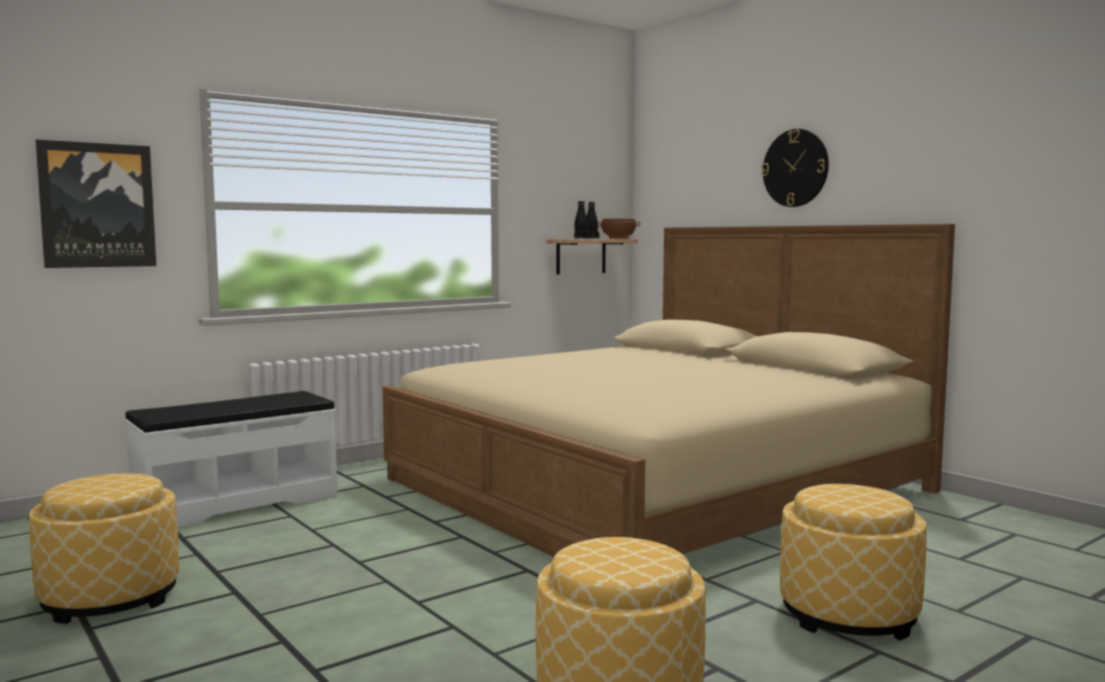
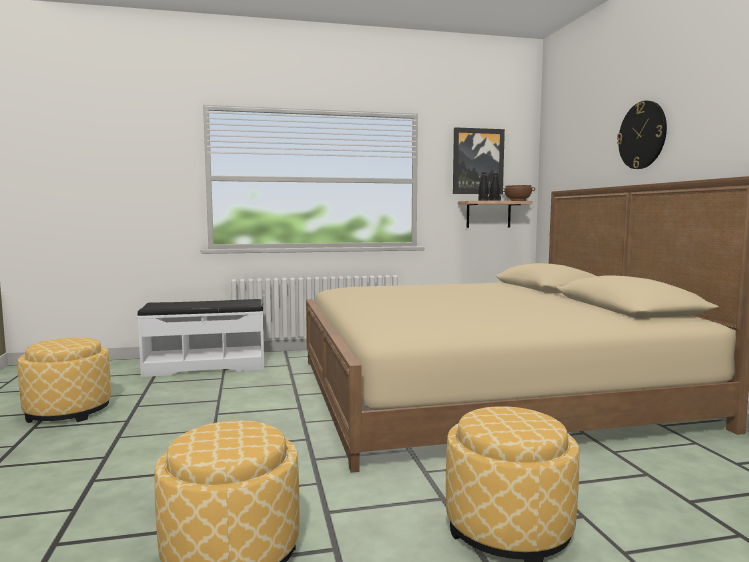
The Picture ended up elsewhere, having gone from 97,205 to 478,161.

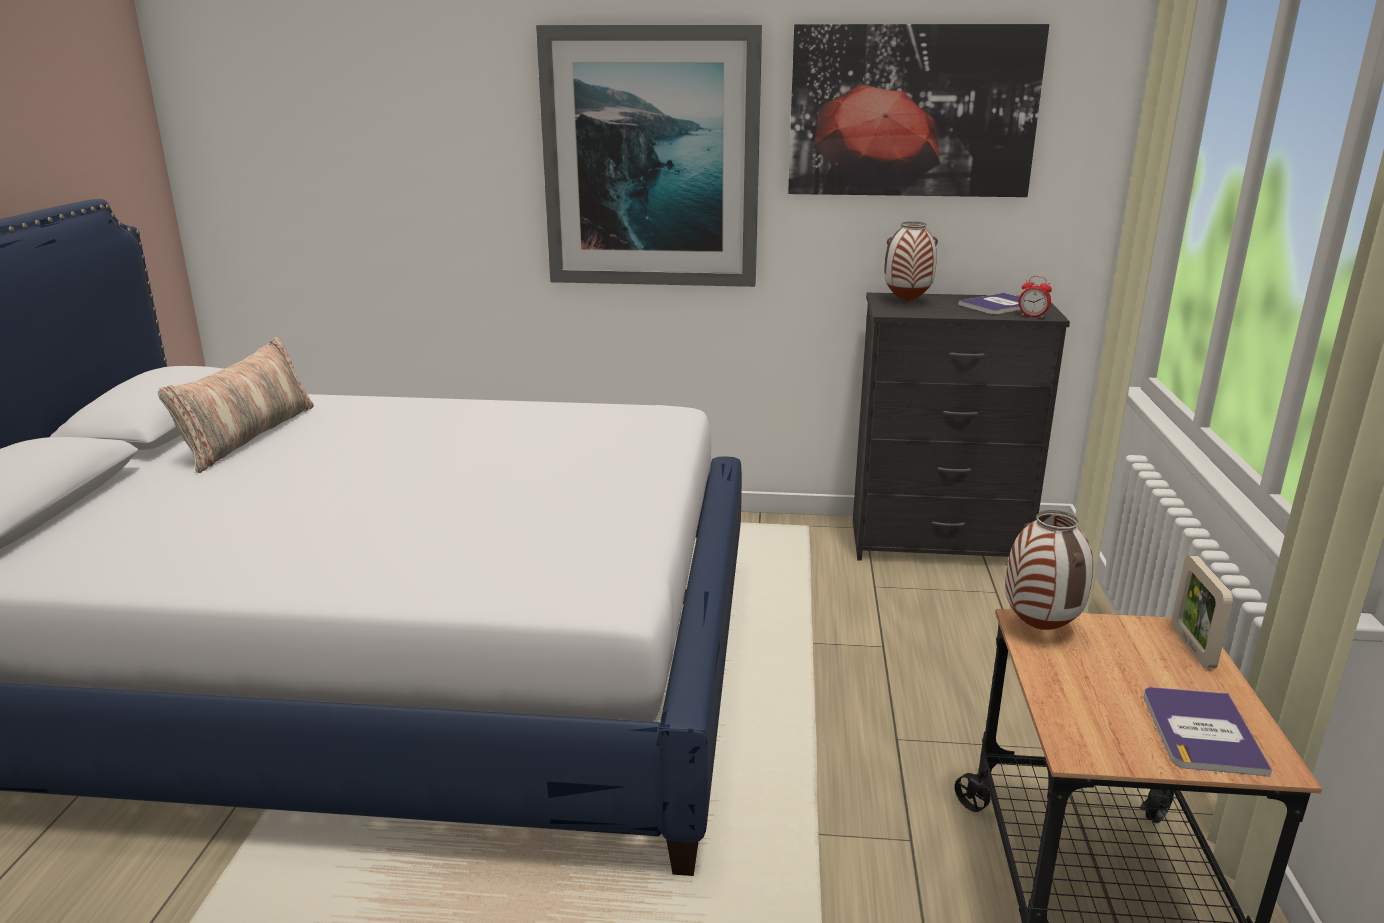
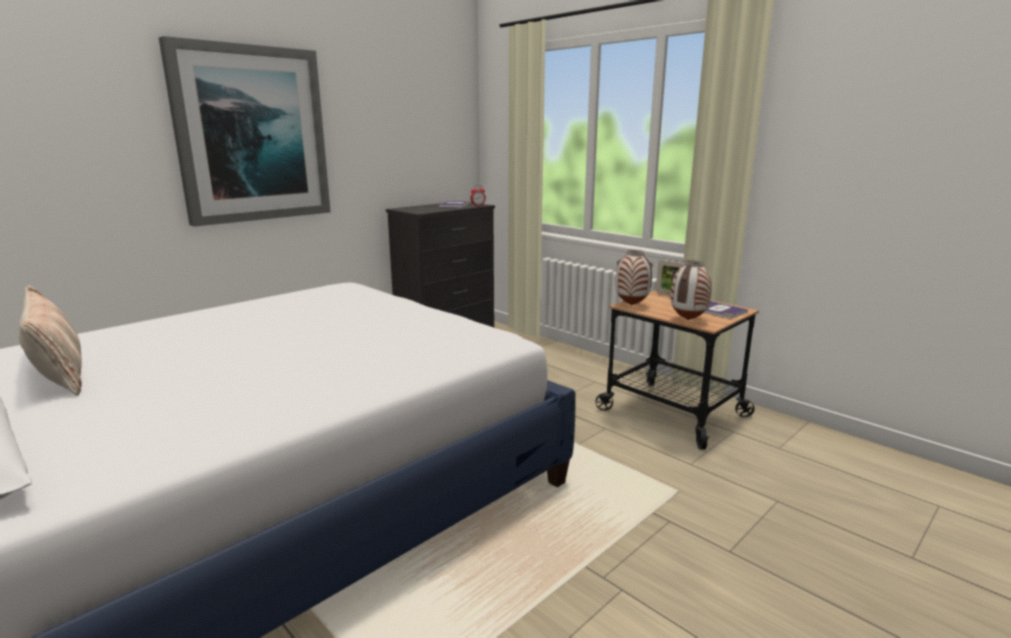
The Vase ended up elsewhere, having gone from 906,302 to 688,320. The second view lost the Picture at 912,111.

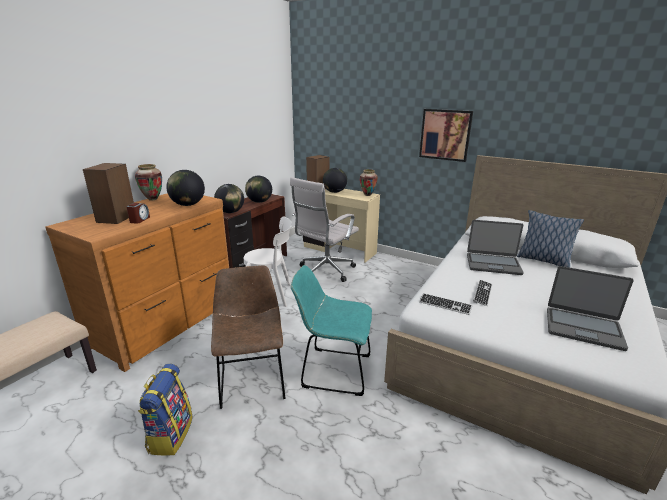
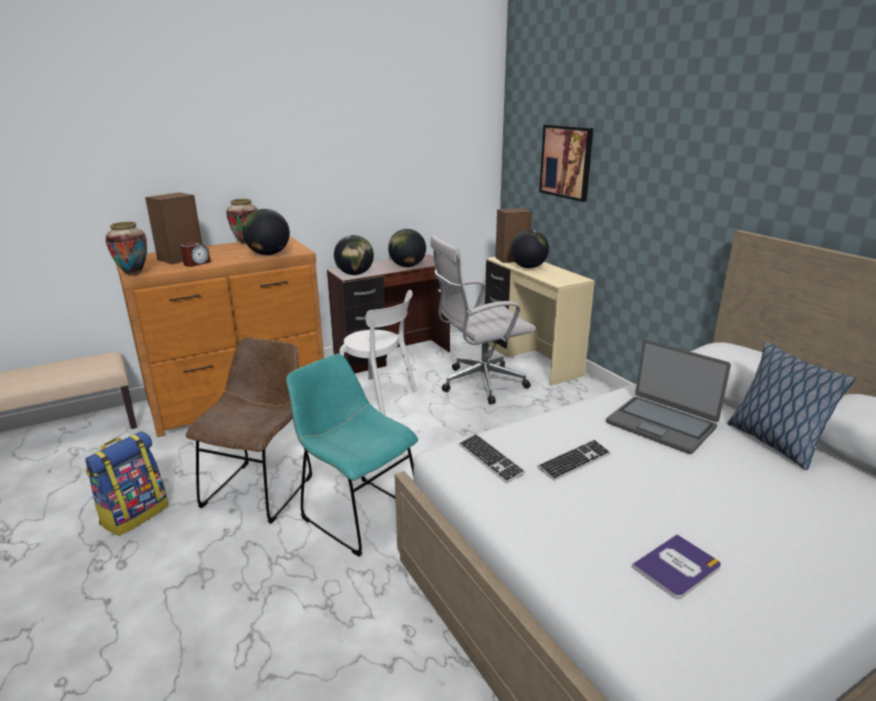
The Vase ended up elsewhere, having gone from 368,195 to 133,274. The Picture ended up elsewhere, having gone from 445,134 to 566,162. Where the NotebookComputer stood at 583,328, the Book came to stand at 677,567.

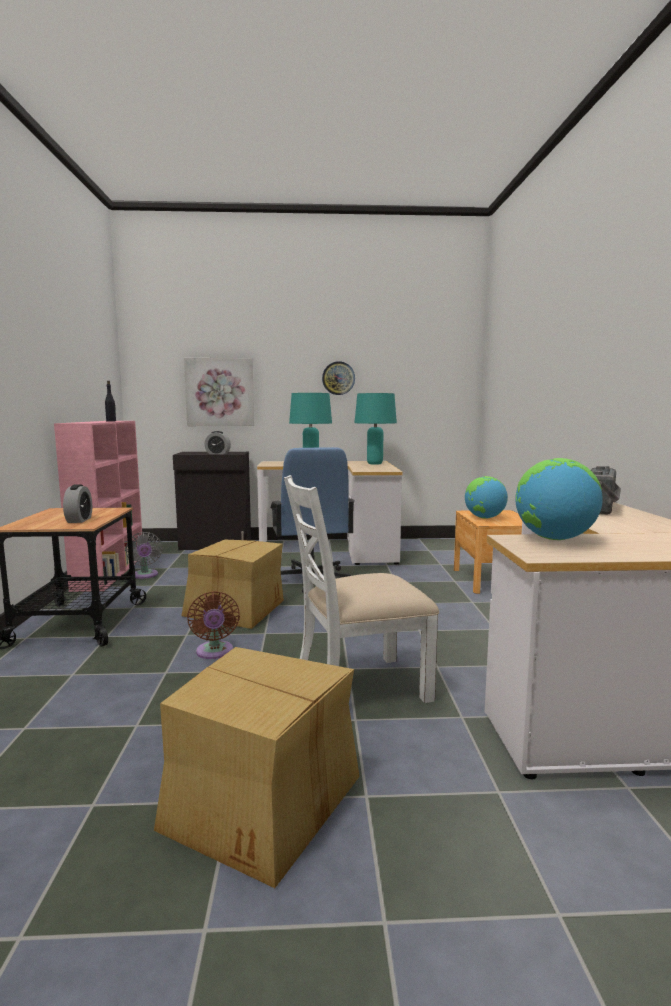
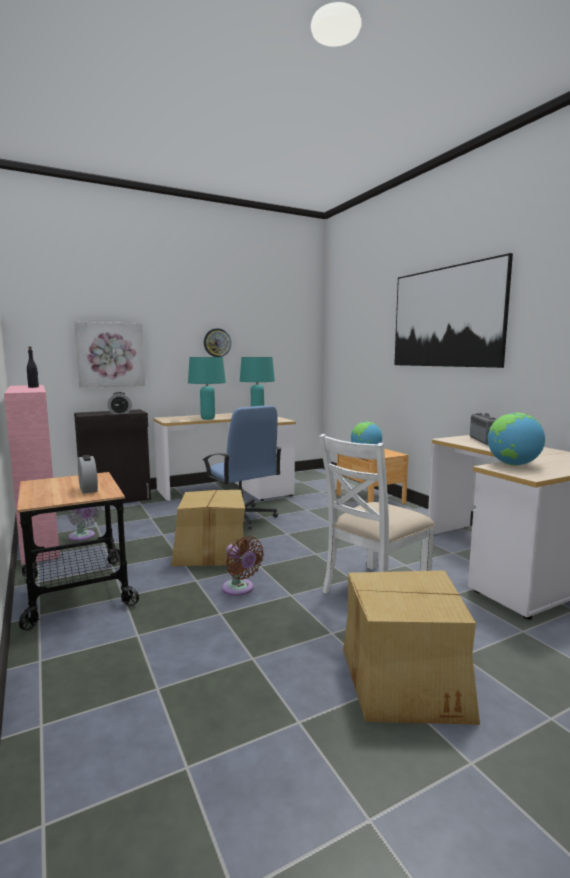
The second view gained the Picture at 445,317.

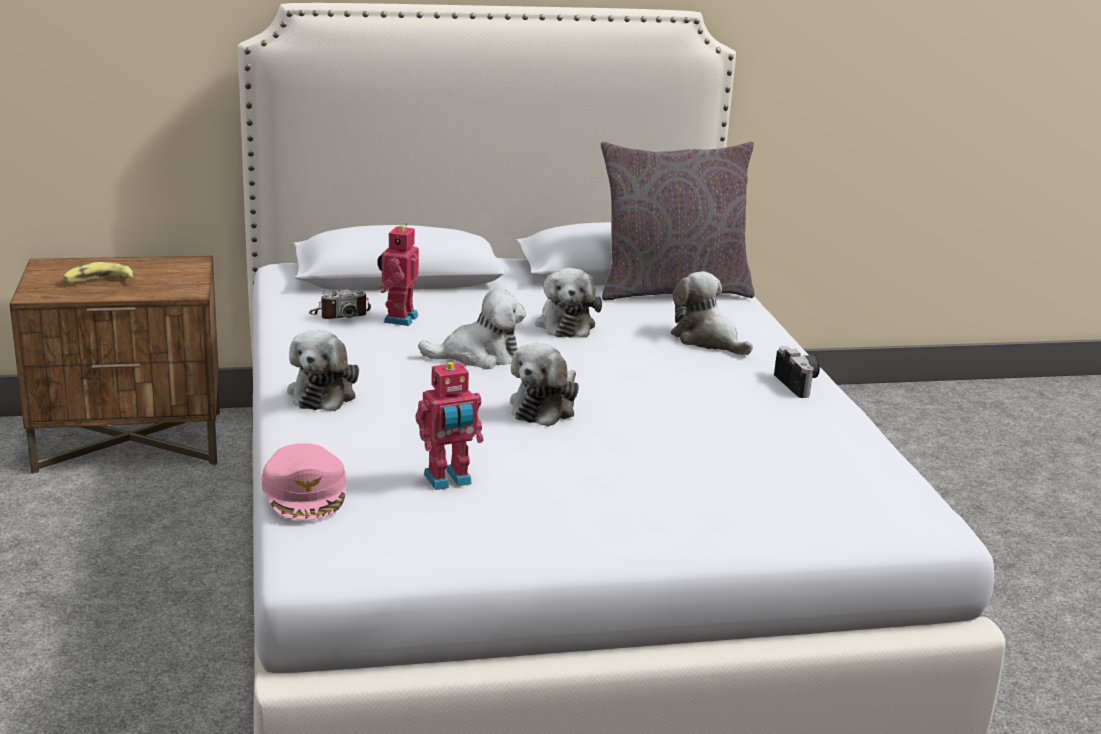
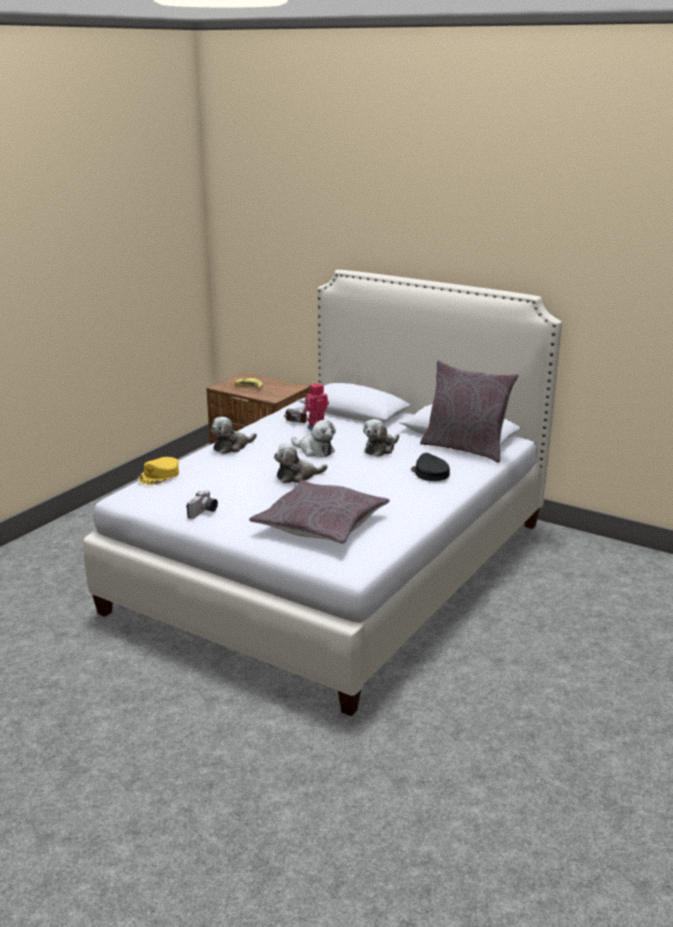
What was the PinkColouredBaseballCap at 306,492 turned into the YellowishBaseballCap at 159,475. The PhotoCamera ended up elsewhere, having gone from 800,384 to 204,512. The second view gained the GrayThrowPillow at 320,524. Where the PlushToy stood at 707,340, the BlackBaseballCap came to stand at 430,473. The second view lost the ModelRobot at 448,480.

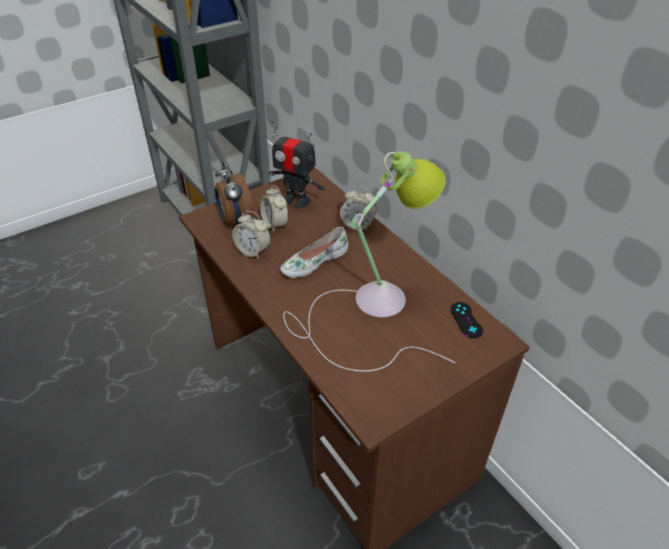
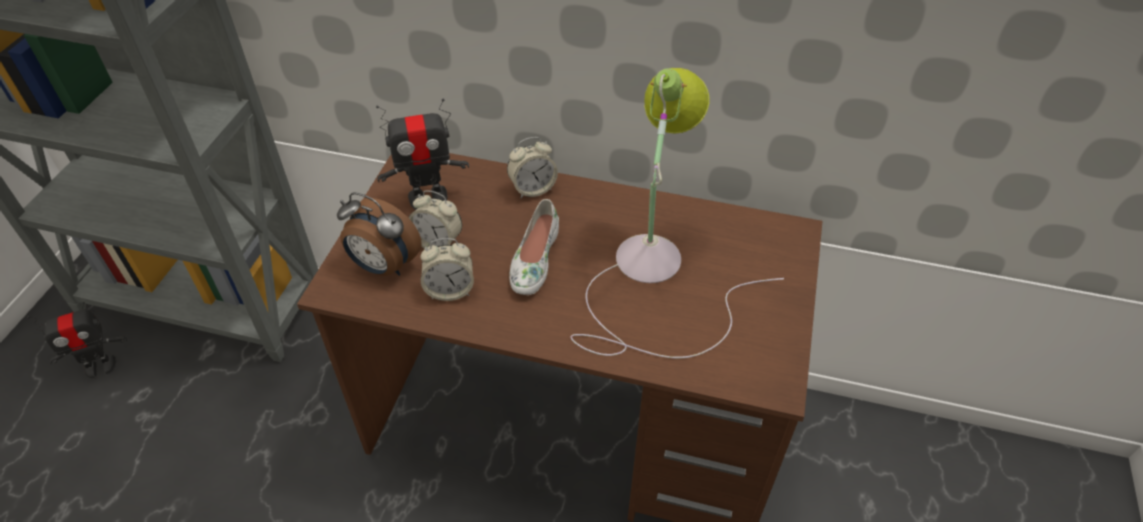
The second view gained the ModelRobot at 100,366. The second view lost the BlackGamepad at 466,320.

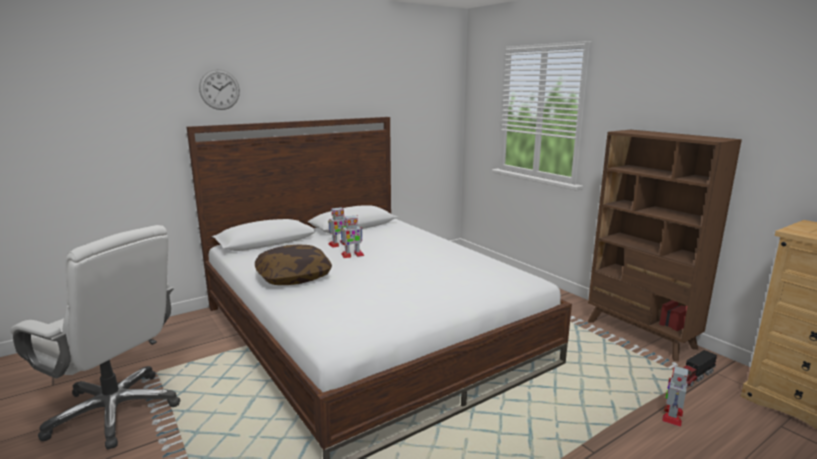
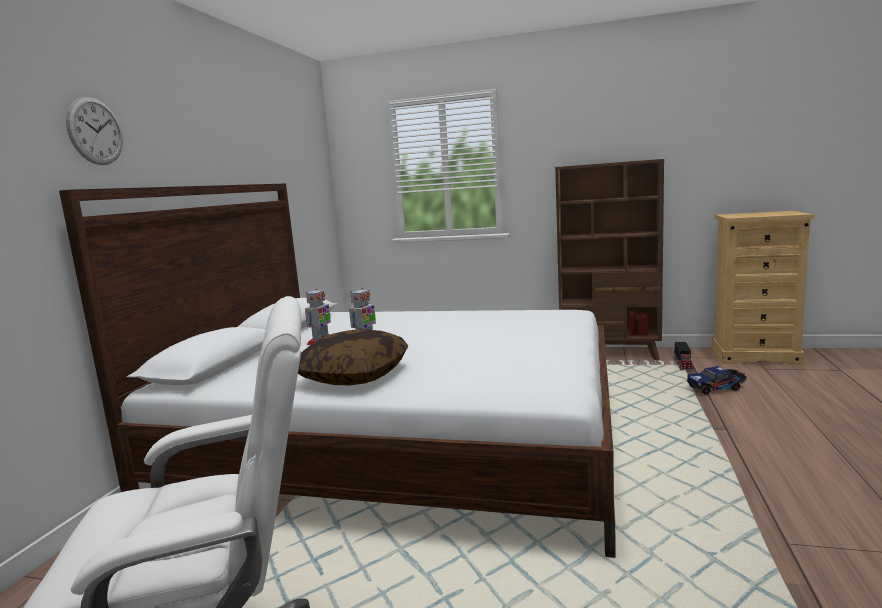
Where the ModelRobot stood at 672,416, the ToyLorry came to stand at 717,388.

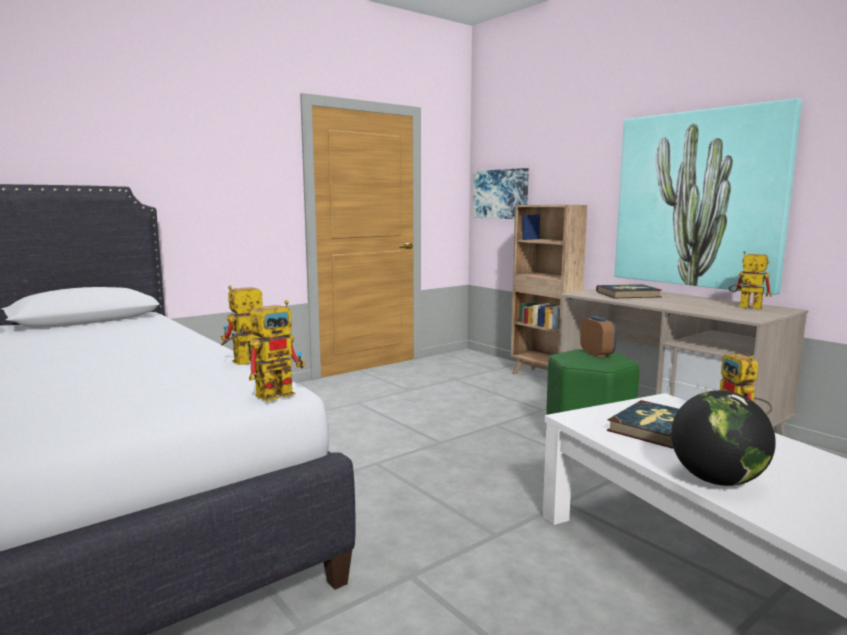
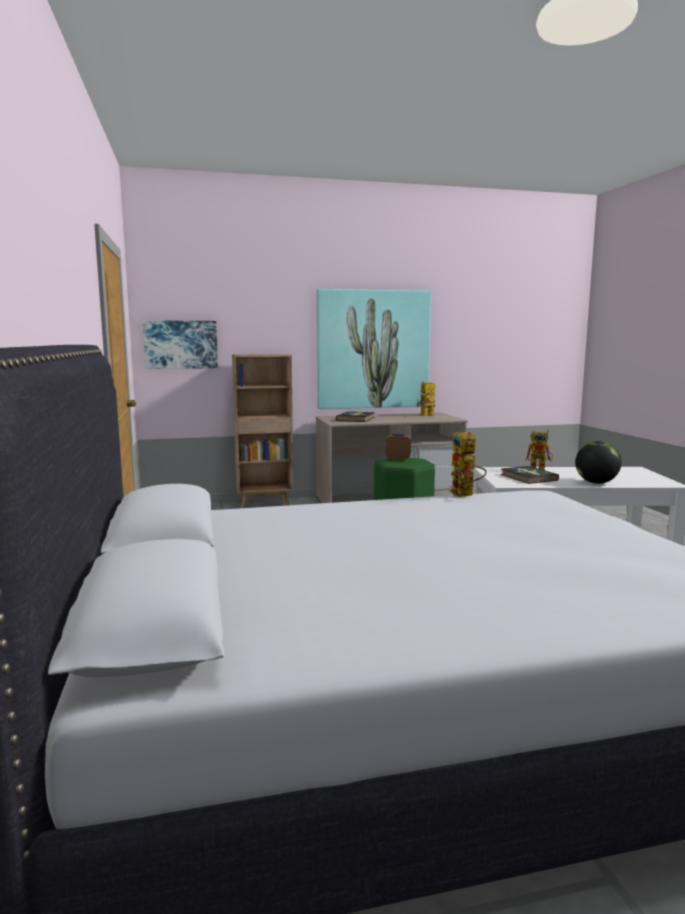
The second view lost the ModelRobot at 280,392.

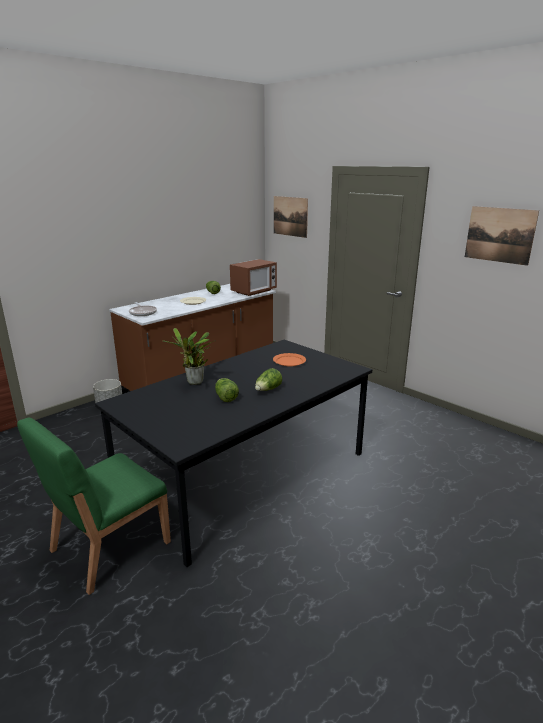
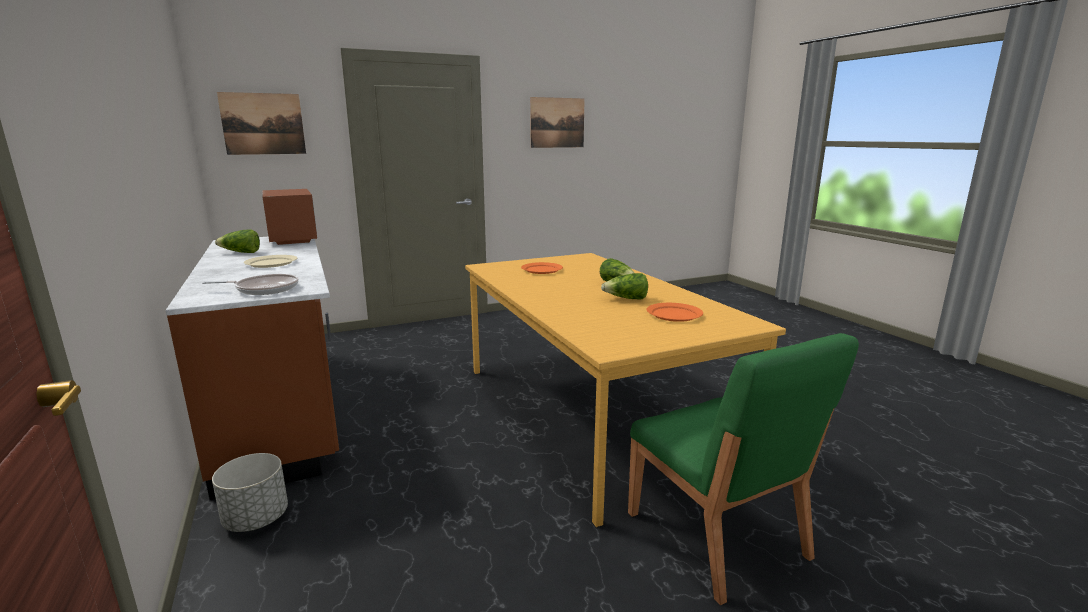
What was the BlackDinnerTable at 246,475 turned into the OrangeyDinnerTable at 592,414. The second view gained the OrangeyFlatDish at 674,314. The second view lost the Houseplant at 194,383.

